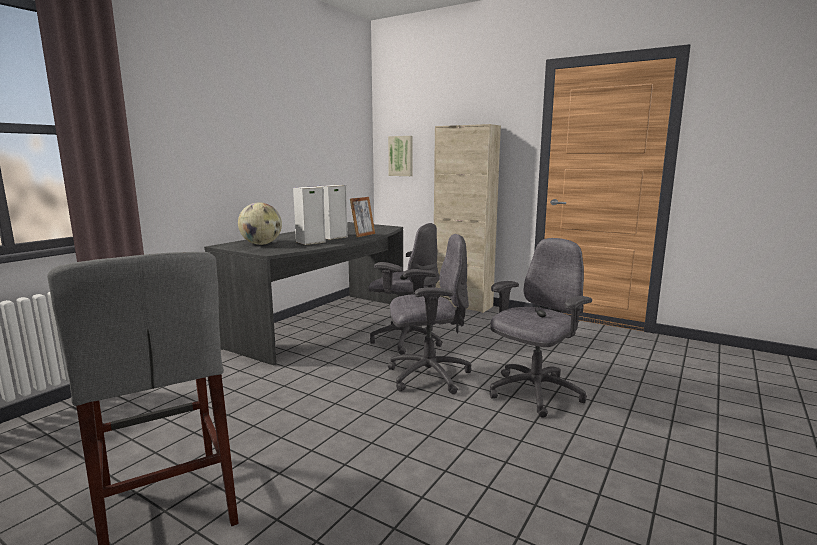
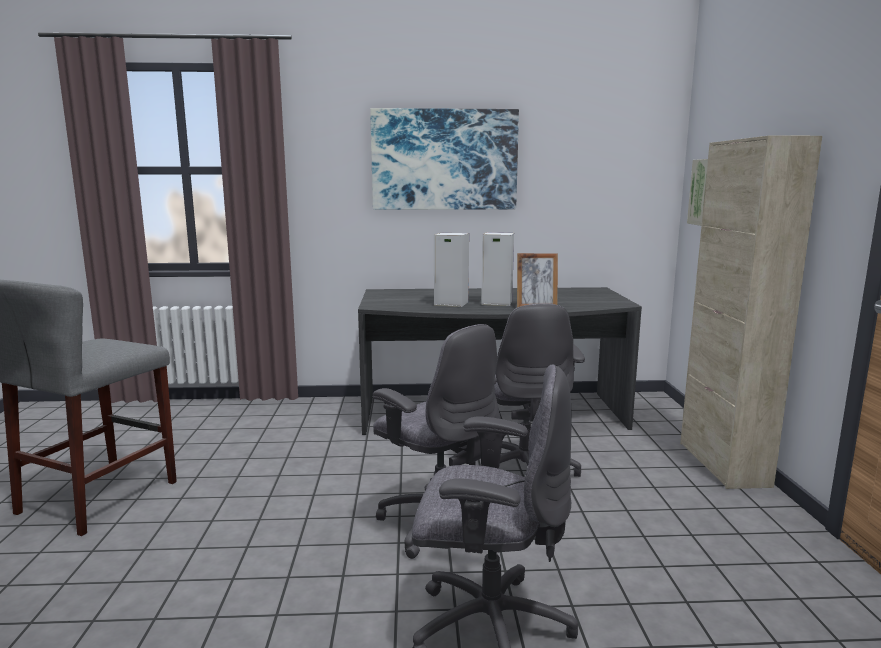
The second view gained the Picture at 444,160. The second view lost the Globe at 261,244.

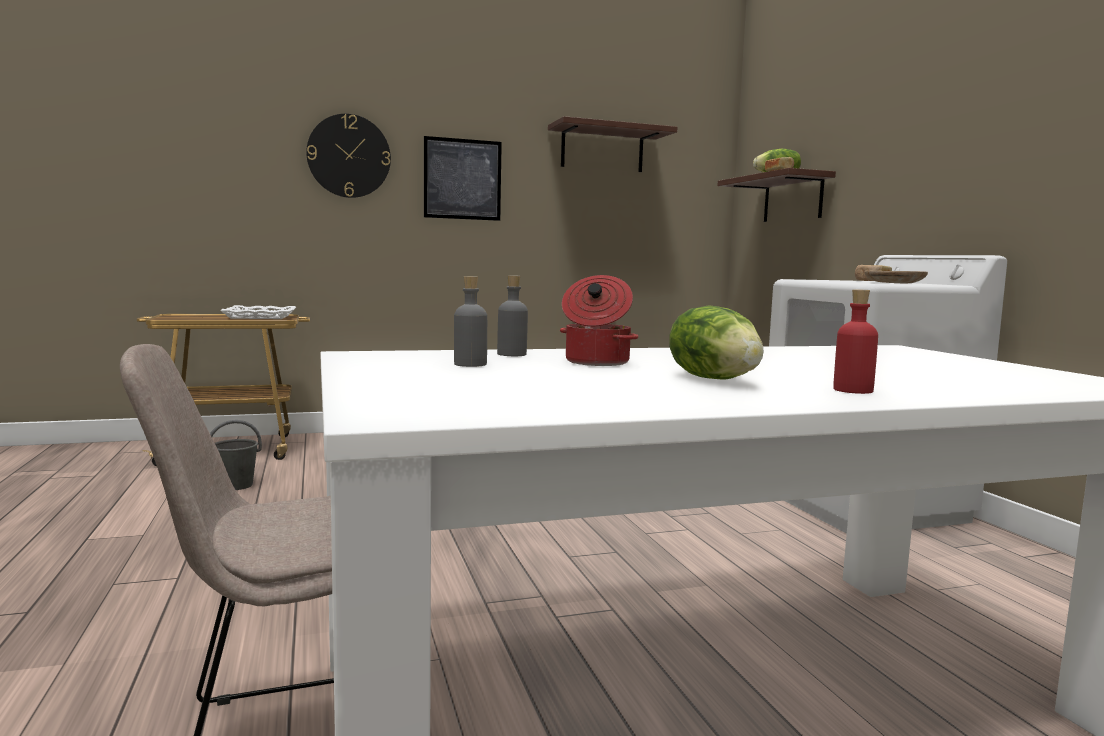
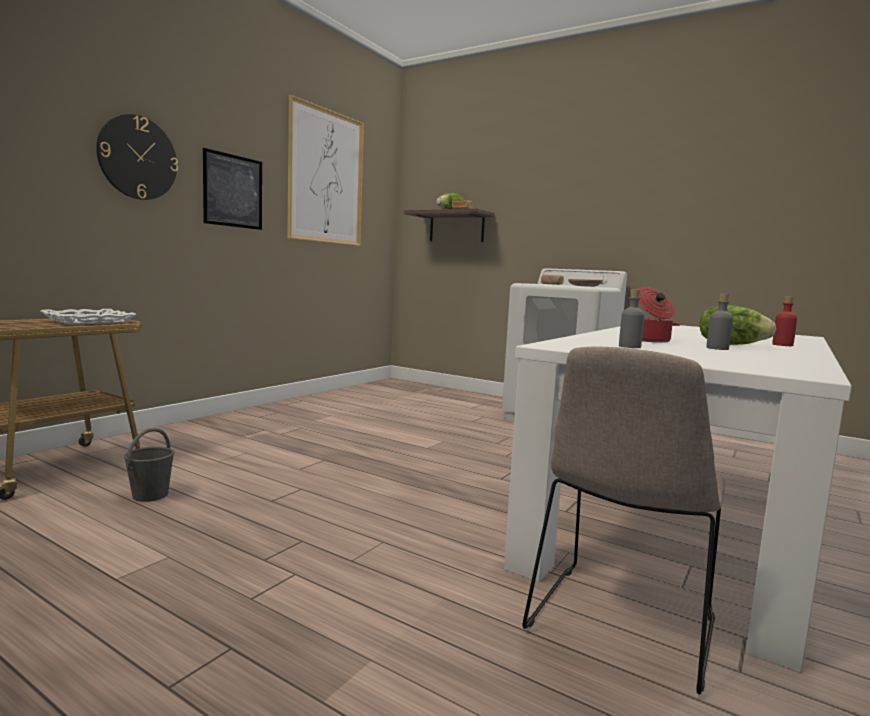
Where the Shelf hung at 602,149, the Picture came to hang at 326,177. The GrayBeverageBottle ended up elsewhere, having gone from 512,354 to 717,348.

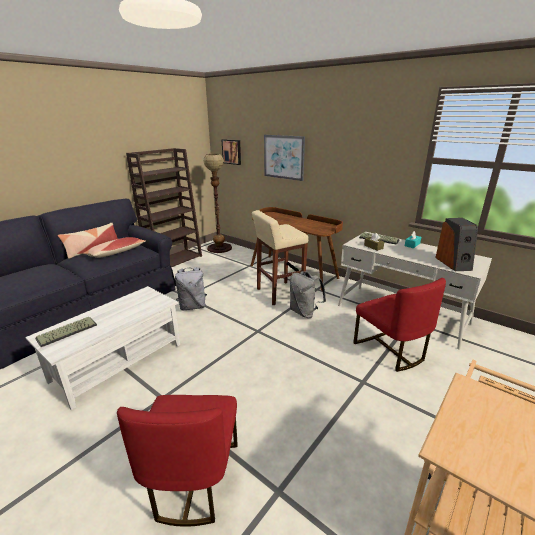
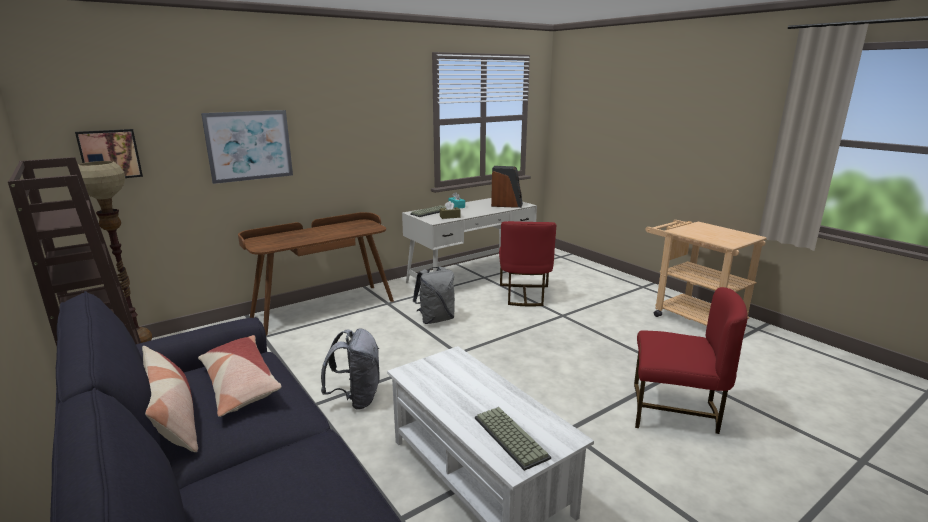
The RedChair at 390,350 ended up facing another way, 105 degrees clockwise from before. The second view lost the BeigeStool at 279,293.

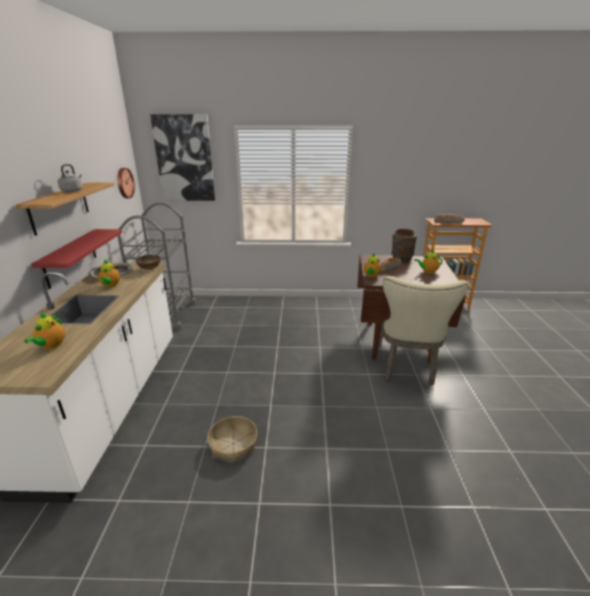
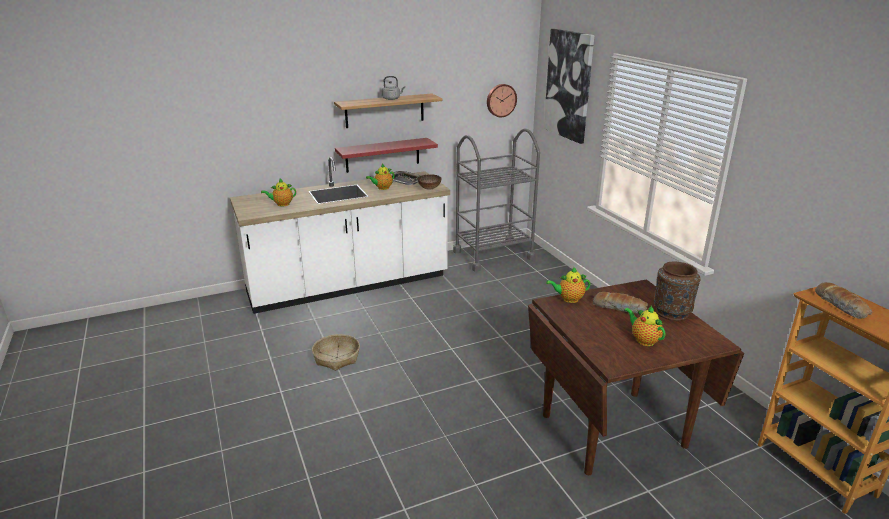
The second view lost the BeigeChair at 407,367.

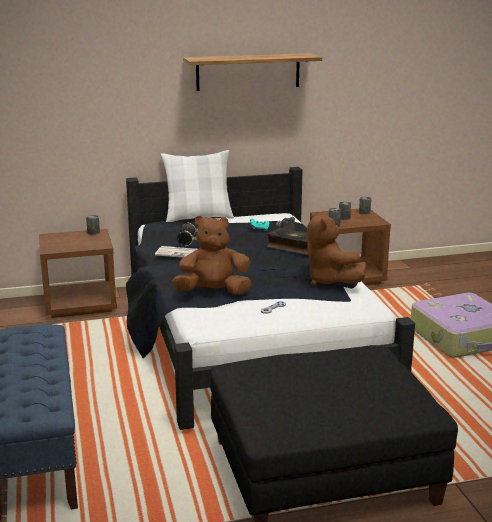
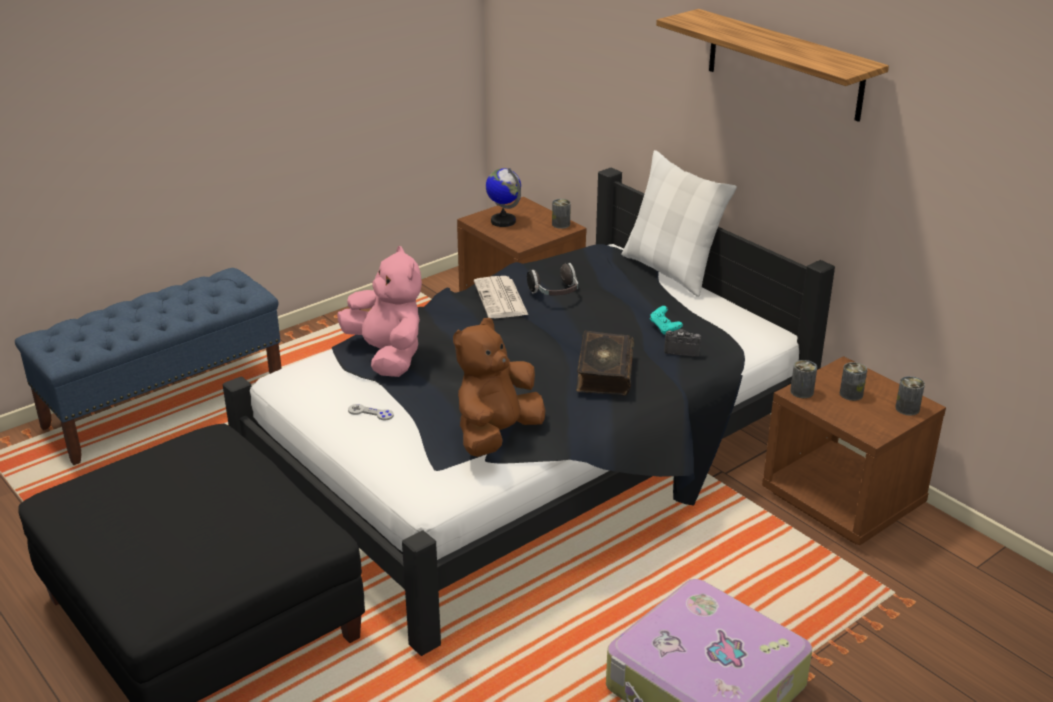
What was the BrownColouredPlushToy at 213,292 turned into the PinkColouredPlushToy at 387,356. The second view gained the Globe at 503,221.

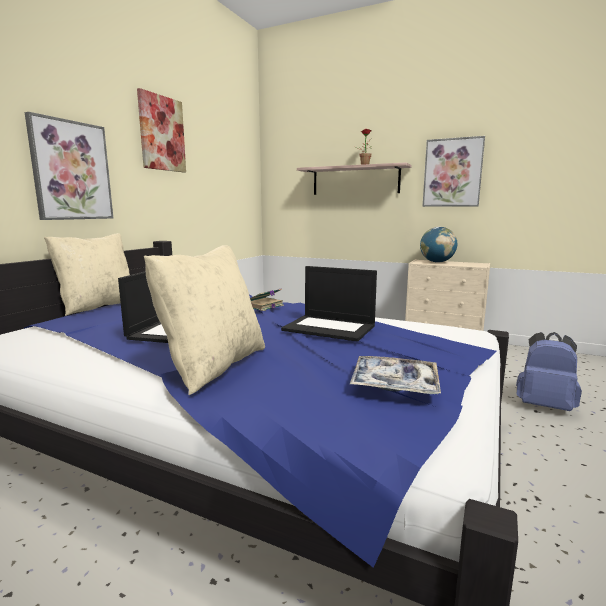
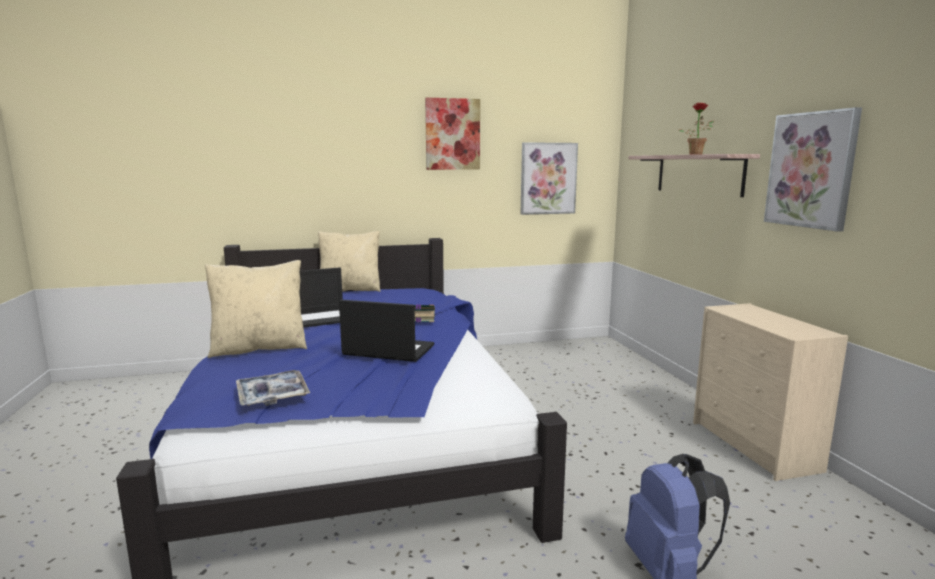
The NotebookComputer at 330,328 ended up facing another way, 120 degrees clockwise from before. The Picture ended up elsewhere, having gone from 71,171 to 548,178. The second view lost the Globe at 437,262.

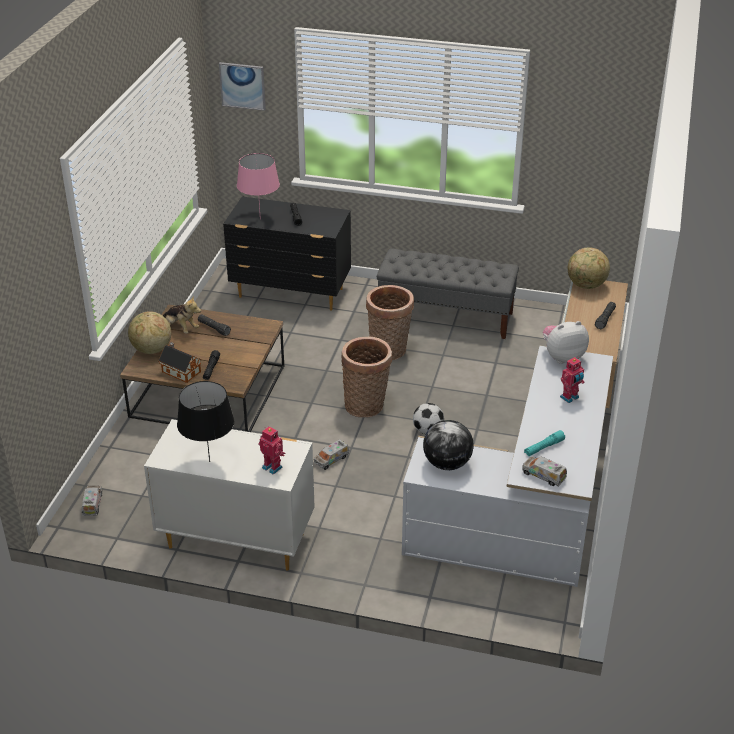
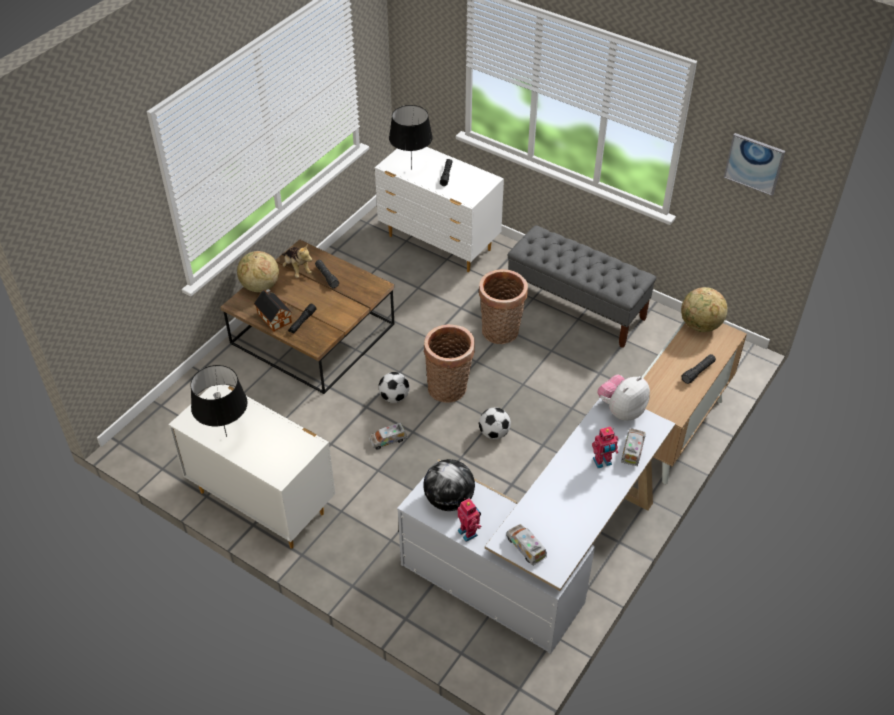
What was the BlackDrawerChest at 291,294 turned into the WhiteDrawerChest at 439,244. The second view gained the BallForFootball at 394,397. What was the PinkColouredLampForATable at 260,219 turned into the BlackLampForATable at 411,169. The ModelRobot ended up elsewhere, having gone from 273,467 to 469,532. The PlushToy at 562,357 ended up facing another way, 45 degrees counterclockwise from before. The ToyLorry ended up elsewhere, having gone from 92,504 to 632,450. The Picture ended up elsewhere, having gone from 242,85 to 754,163. The second view lost the TurquoiseColouredFlashlight at 544,447.

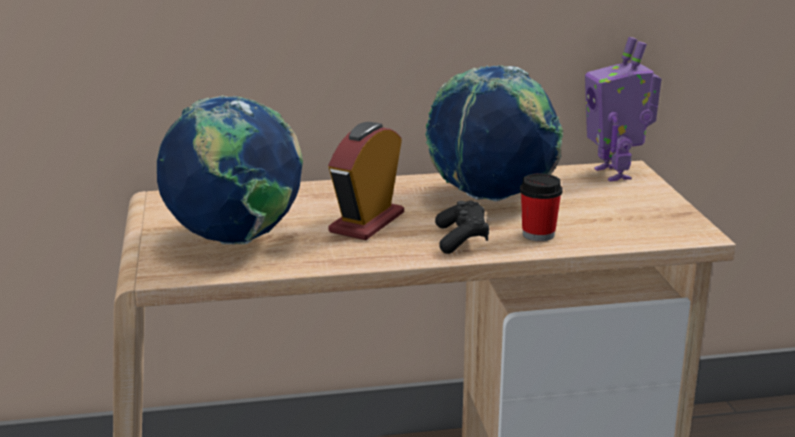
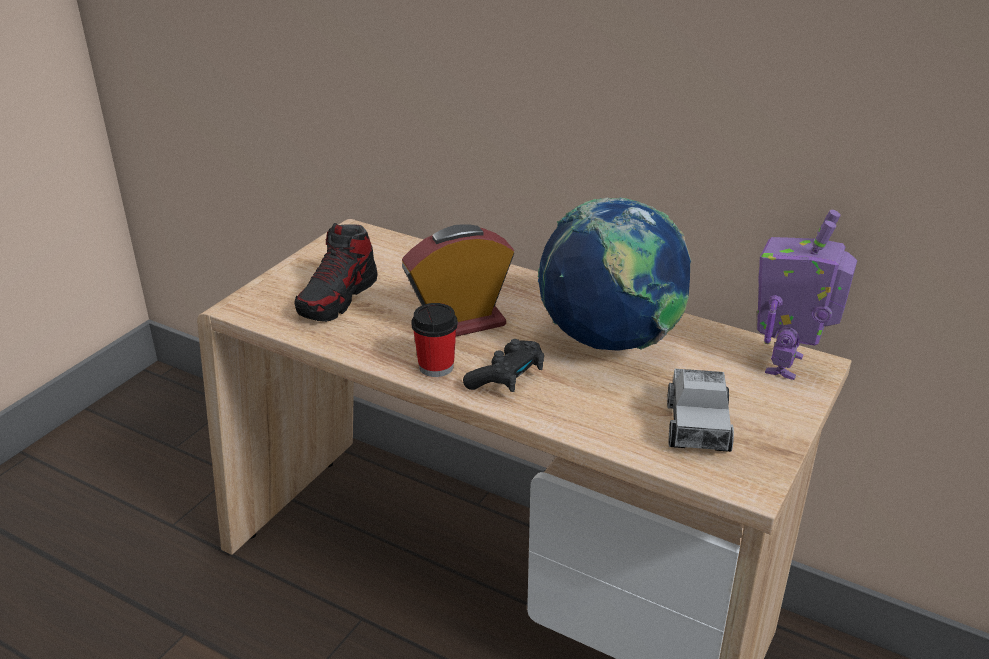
Where the Globe stood at 236,240, the ItemOfFootwear came to stand at 338,298. The Cup ended up elsewhere, having gone from 538,234 to 436,367. The second view gained the ToyLorry at 697,425.

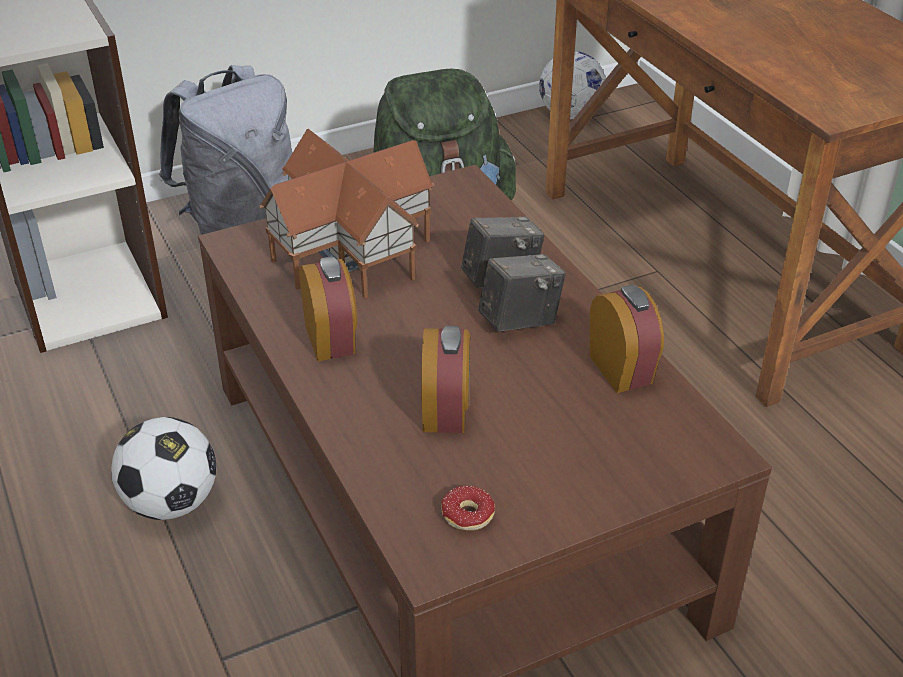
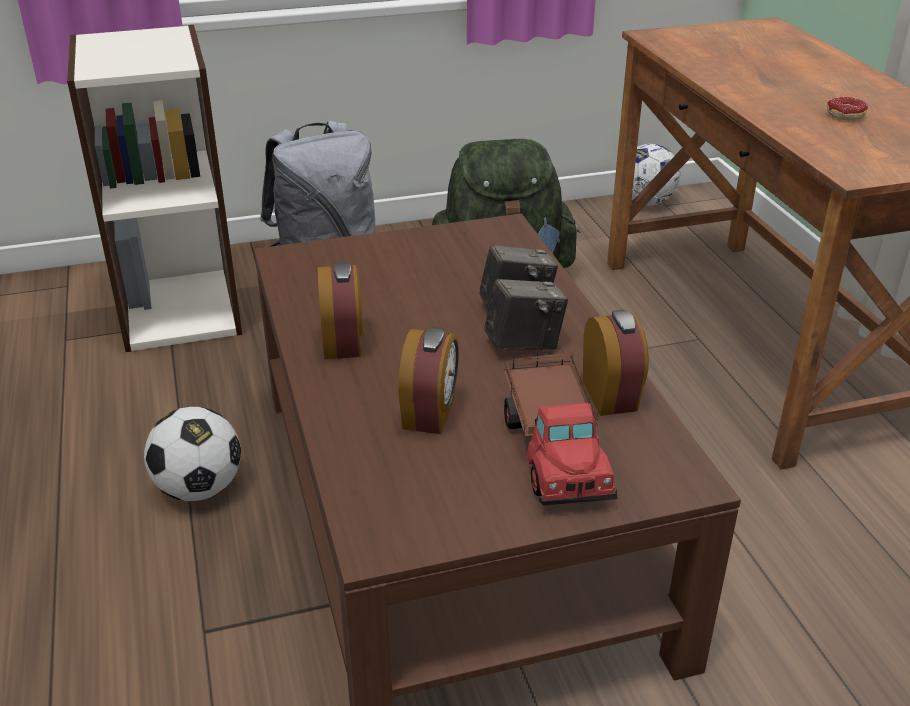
The second view gained the ToyLorry at 556,447. The Donut ended up elsewhere, having gone from 464,522 to 843,118. The second view lost the MiniatureHouse at 352,249.

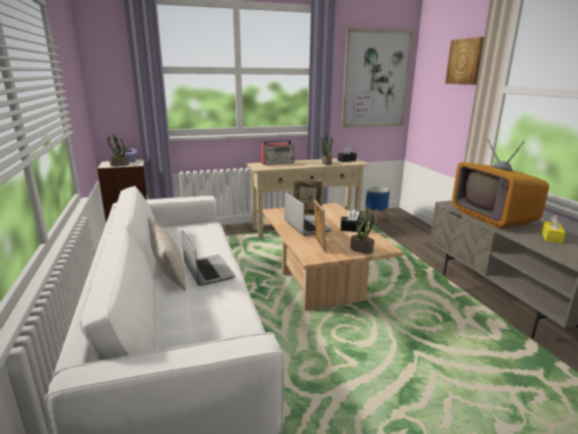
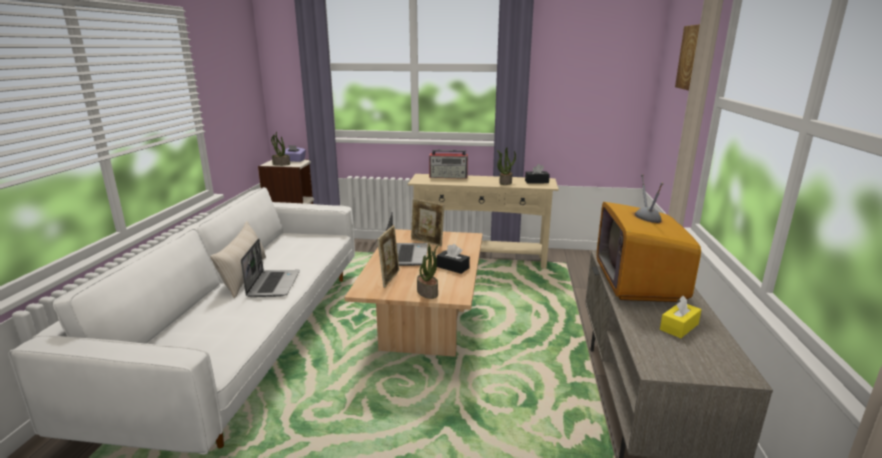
The second view lost the Picture at 375,79. The second view lost the PlantPot at 375,218.

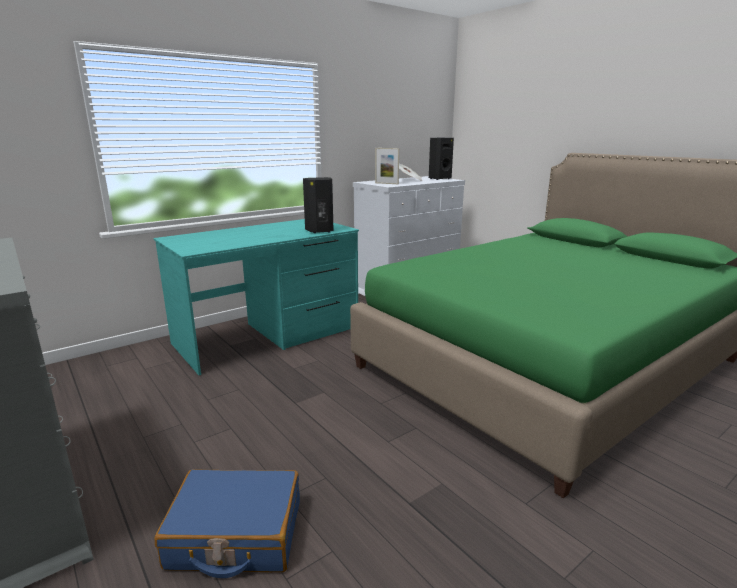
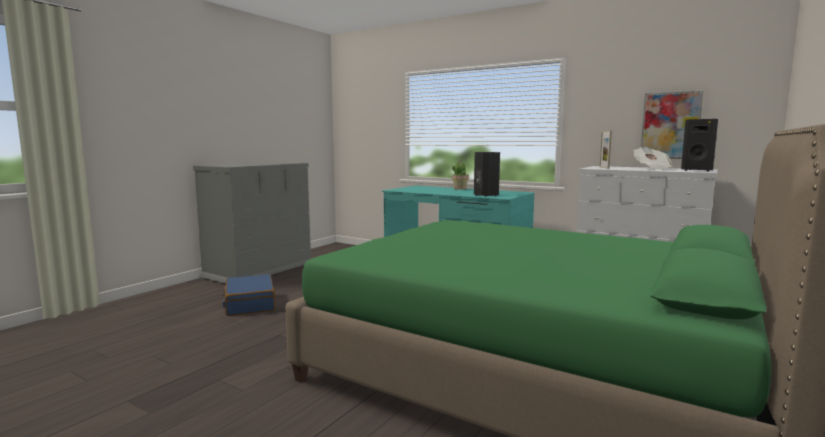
The second view gained the Houseplant at 460,188. The second view gained the Picture at 670,125.

